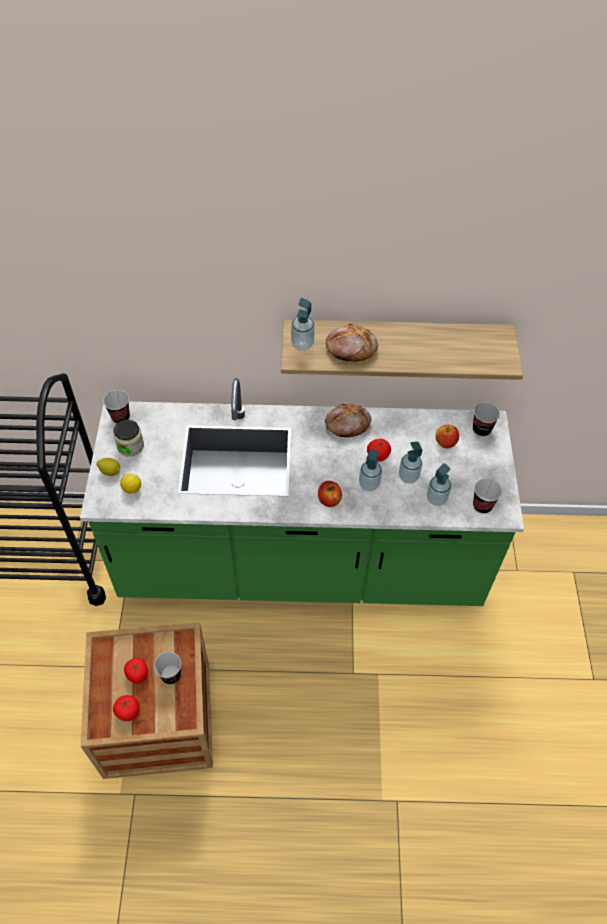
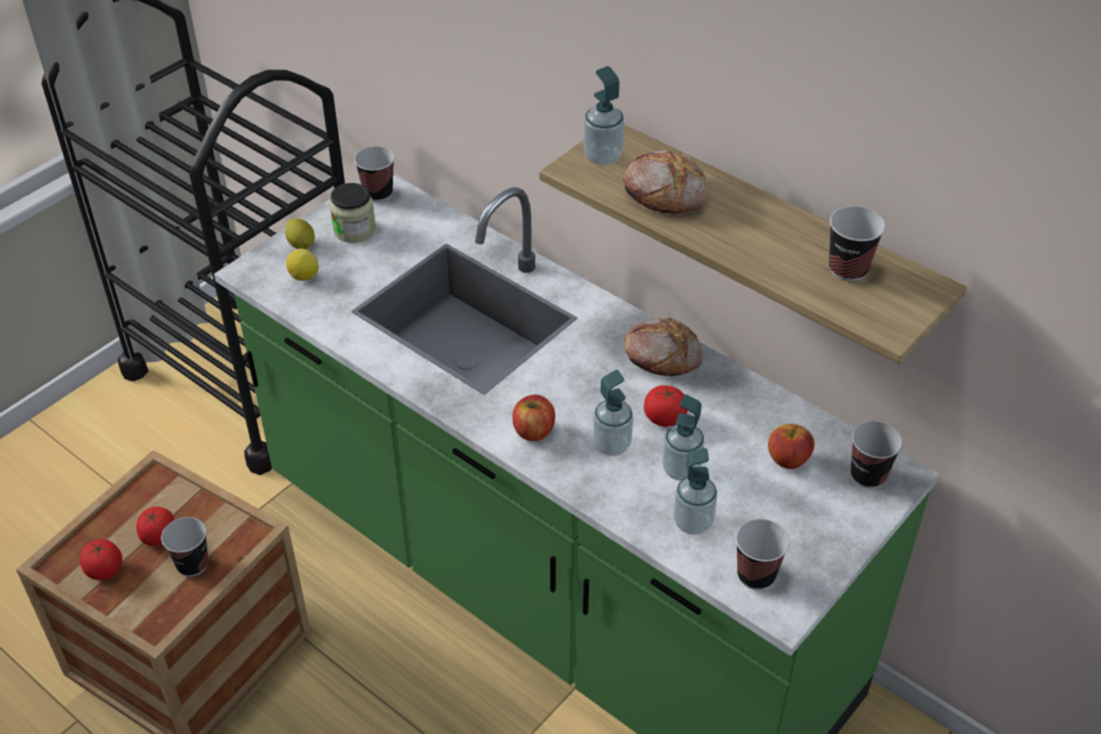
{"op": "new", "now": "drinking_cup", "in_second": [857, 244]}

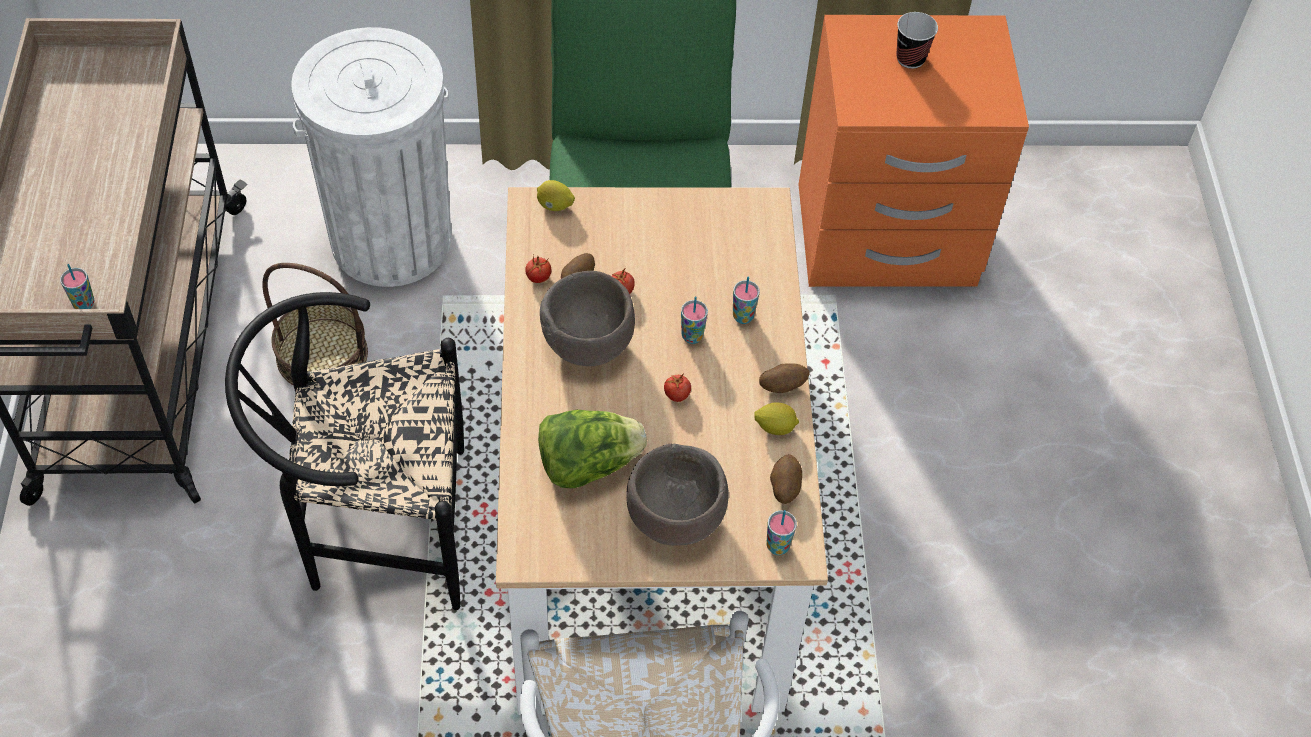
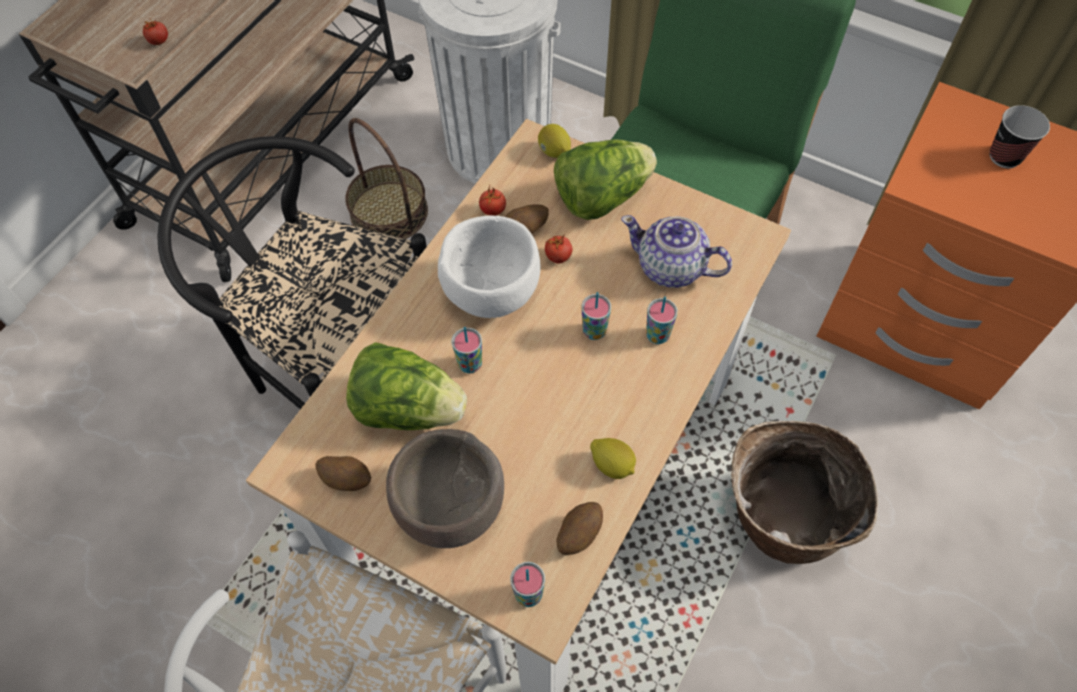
{"op": "shifted", "was": "fresh_tomato", "in_first": [677, 387], "in_second": [155, 32]}
{"op": "shifted", "was": "spud", "in_first": [784, 378], "in_second": [343, 473]}
{"op": "repainted", "was": "brown_bowl", "now": "white_bowl", "in_first": [587, 318], "in_second": [489, 266]}
{"op": "shifted", "was": "drinking_cup", "in_first": [77, 286], "in_second": [466, 350]}
{"op": "new", "now": "lettuce_head", "in_second": [605, 179]}
{"op": "new", "now": "teapot", "in_second": [676, 251]}
{"op": "new", "now": "storage_basket", "in_second": [804, 492]}

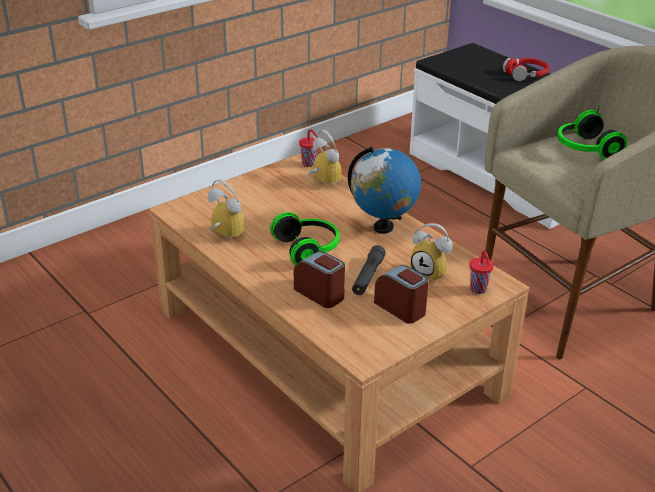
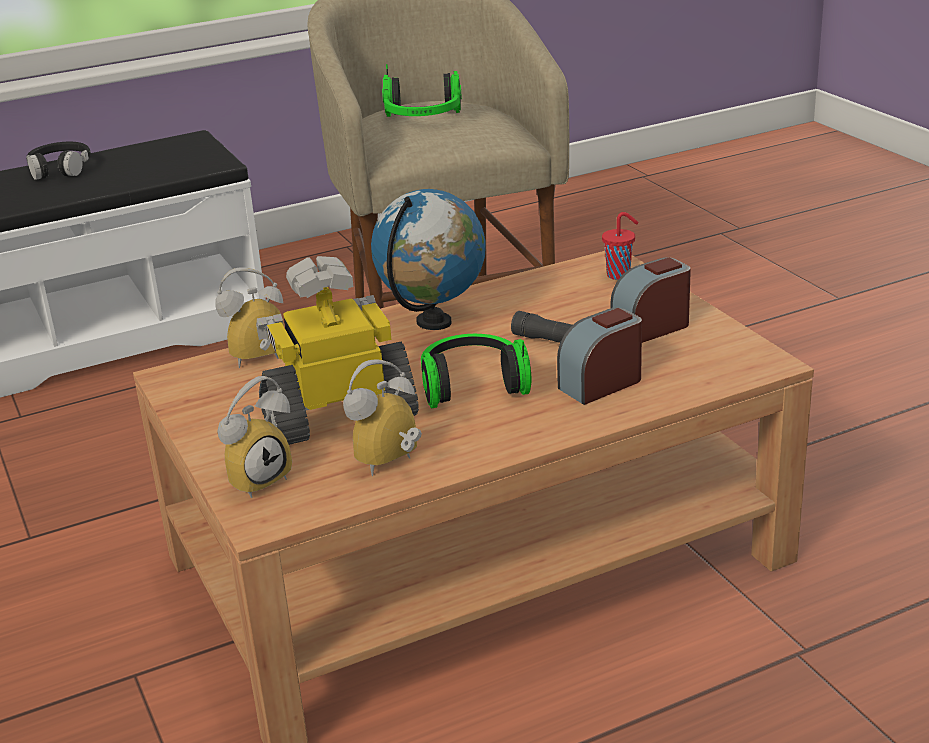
{"op": "repainted", "was": "red-coloured_headphones", "now": "blackish_headphones", "in_first": [526, 69], "in_second": [58, 161]}
{"op": "shifted", "was": "alarm_clock", "in_first": [431, 253], "in_second": [255, 437]}
{"op": "new", "now": "robot_figure", "in_second": [337, 350]}
{"op": "gone", "was": "red-coloured_drinking_cup", "in_first": [308, 148]}

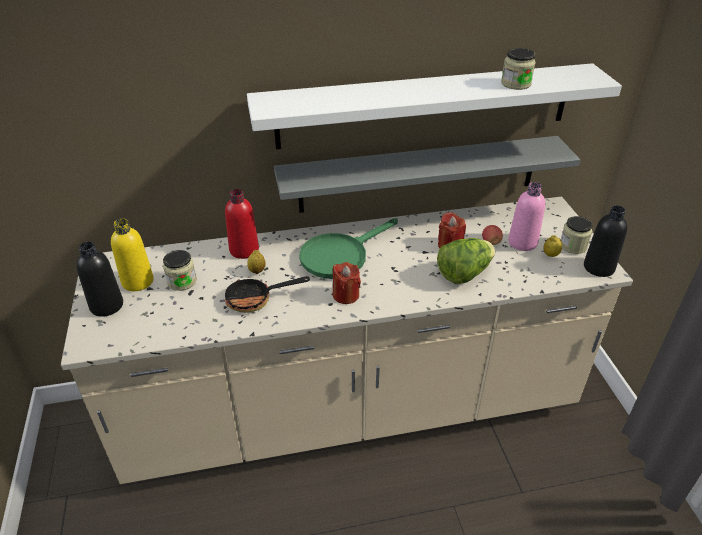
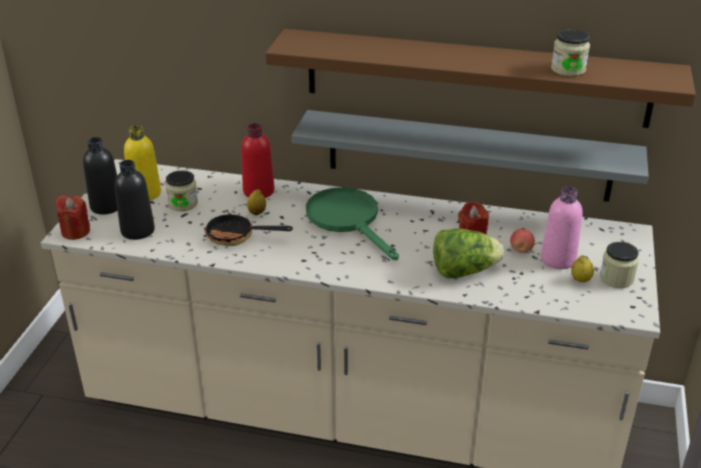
{"op": "shifted", "was": "red-coloured_wax_candle", "in_first": [347, 283], "in_second": [72, 217]}
{"op": "shifted", "was": "blackish_beverage_bottle", "in_first": [606, 241], "in_second": [135, 200]}
{"op": "repainted", "was": "white_shelf", "now": "brown_shelf", "in_first": [434, 106], "in_second": [480, 78]}
{"op": "rotated", "was": "green_pan", "in_first": [348, 248], "in_second": [352, 223], "clockwise": 75}

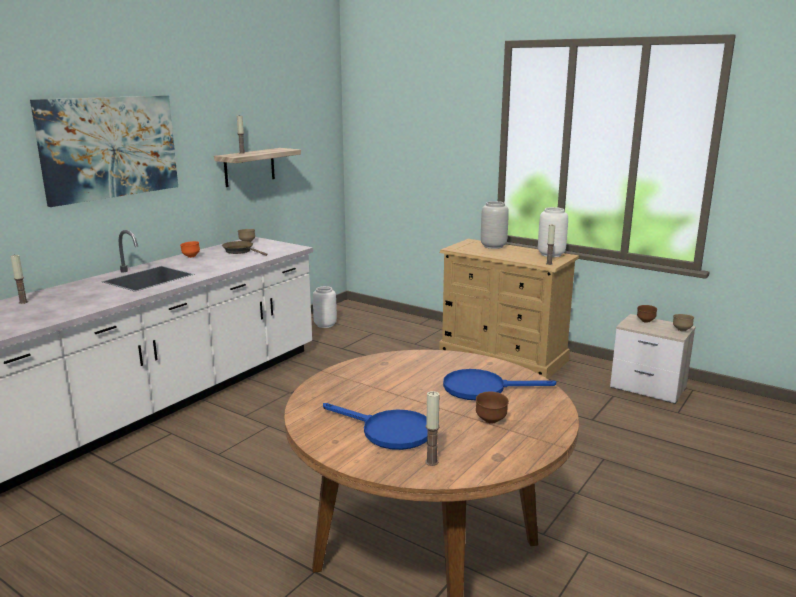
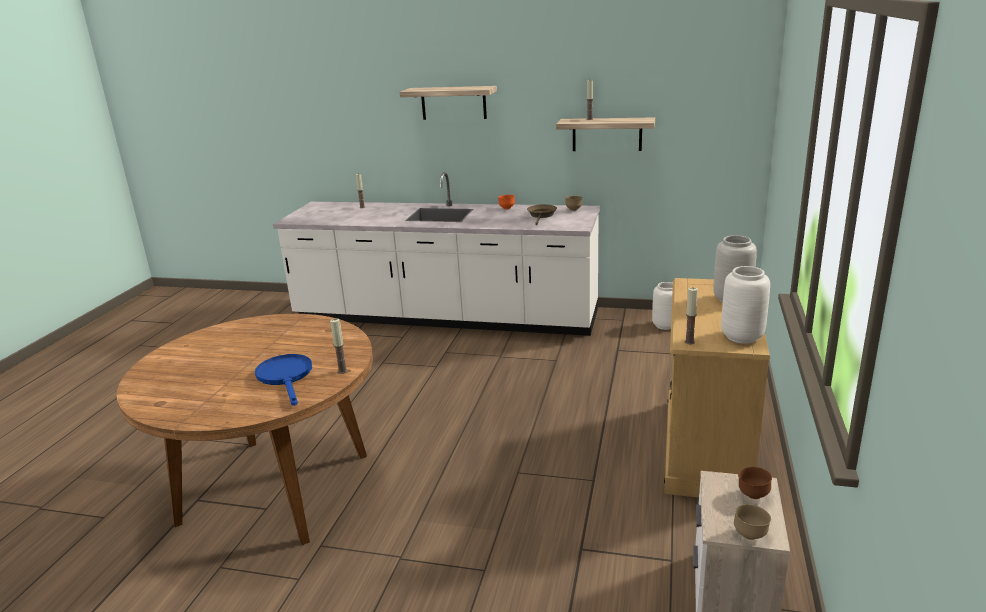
{"op": "shifted", "was": "wax_candle", "in_first": [432, 428], "in_second": [339, 346]}
{"op": "swapped", "was": "wall_picture", "now": "shelf", "in_first": [104, 151], "in_second": [448, 103]}
{"op": "gone", "was": "bluish_pan", "in_first": [375, 426]}
{"op": "gone", "was": "brown_bowl", "in_first": [492, 408]}

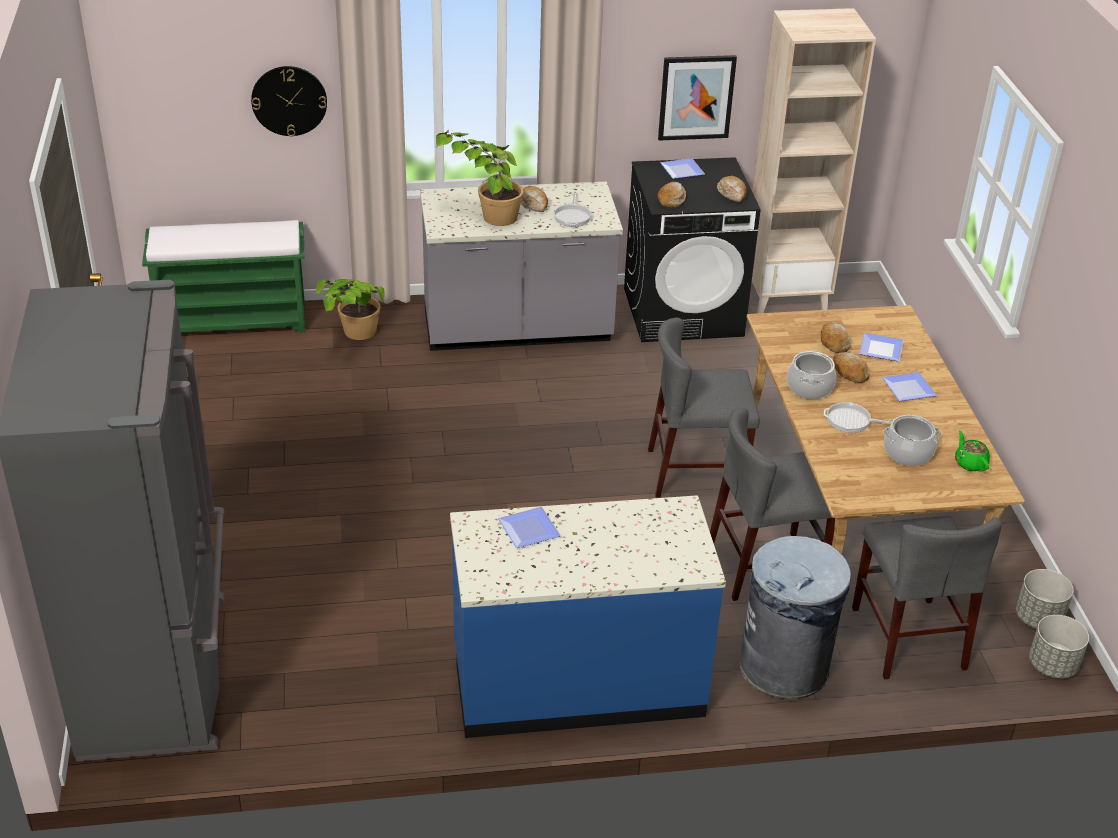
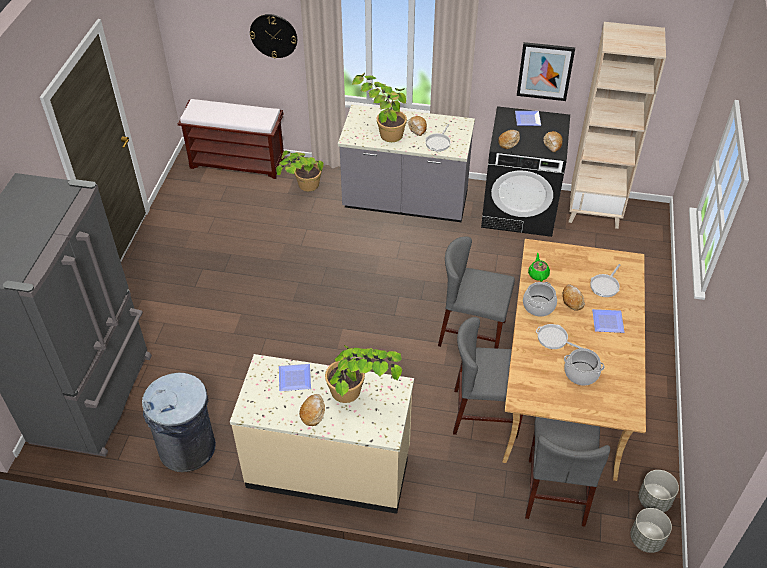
{"op": "shifted", "was": "greyish_rubbish_bin", "in_first": [795, 617], "in_second": [179, 422]}
{"op": "repainted", "was": "green_indoor_bench", "now": "brown_indoor_bench", "in_first": [223, 276], "in_second": [231, 139]}
{"op": "repainted", "was": "bluish_kitchen_counter", "now": "sand-coloured_kitchen_counter", "in_first": [588, 616], "in_second": [322, 434]}
{"op": "shifted", "was": "bakery_bread", "in_first": [836, 337], "in_second": [312, 410]}
{"op": "new", "now": "houseplant", "in_second": [363, 374]}
{"op": "shifted", "was": "green_teapot", "in_first": [972, 450], "in_second": [539, 267]}
{"op": "swapped", "was": "flat_dish", "now": "pan", "in_first": [881, 347], "in_second": [605, 280]}

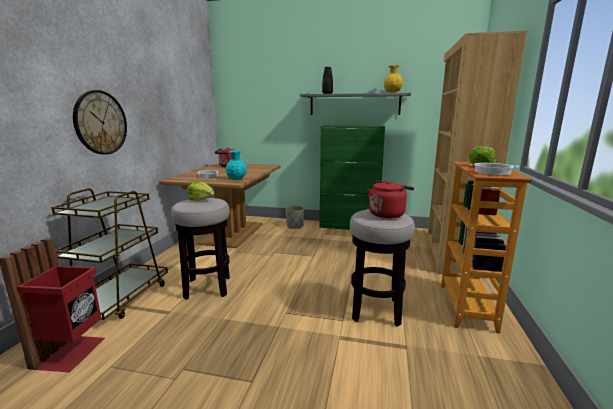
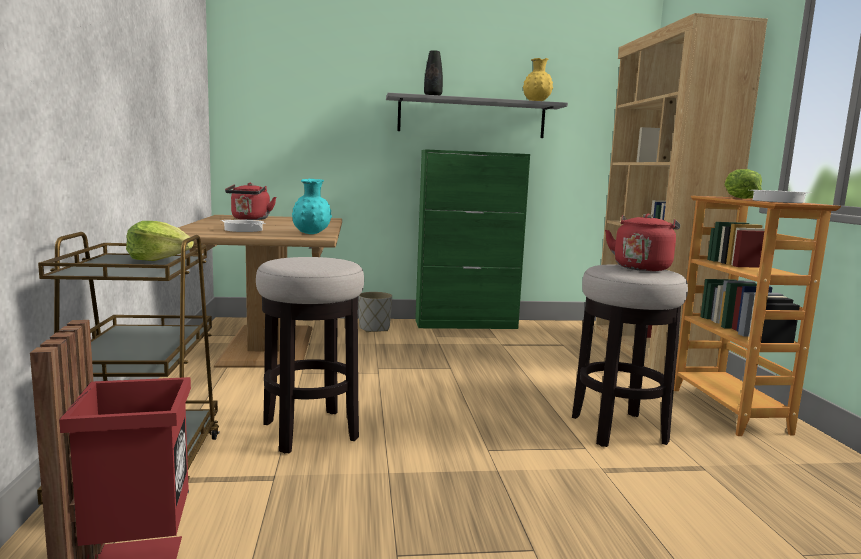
{"op": "shifted", "was": "lettuce_head", "in_first": [200, 191], "in_second": [160, 241]}
{"op": "gone", "was": "hanging_clock", "in_first": [100, 122]}

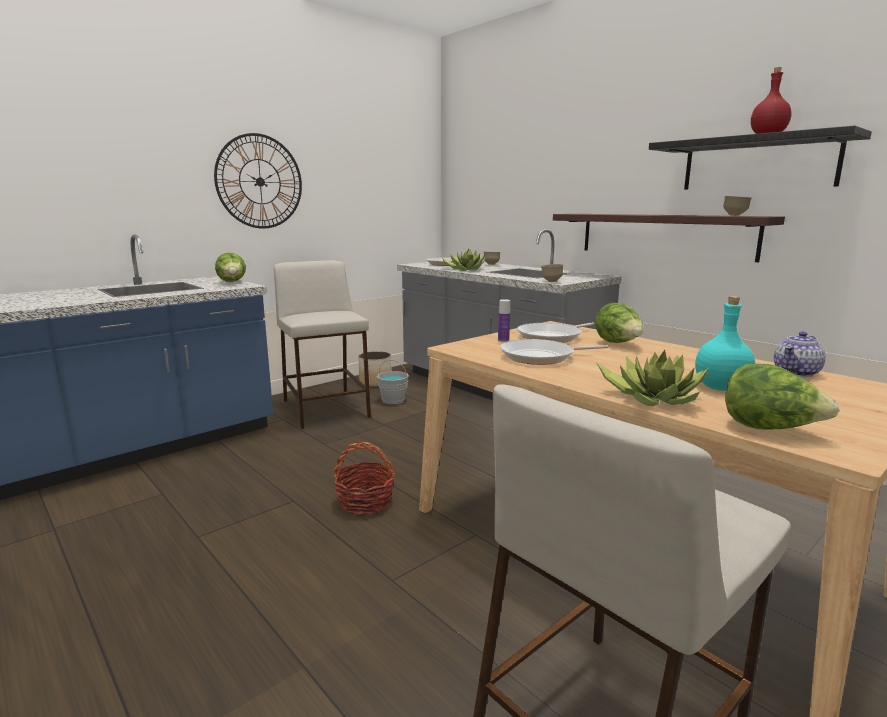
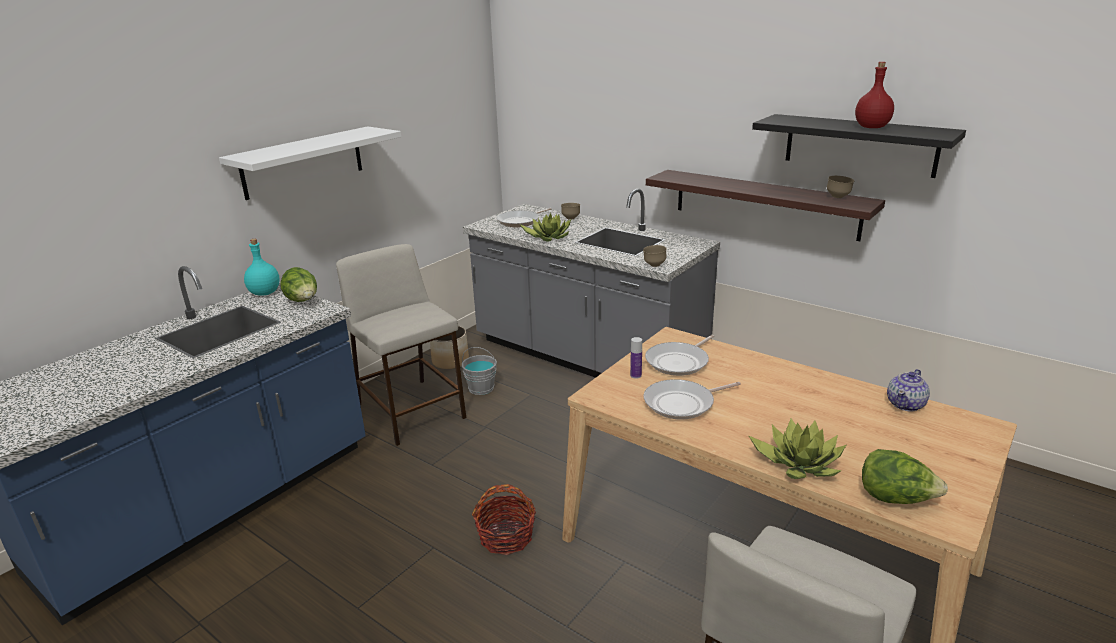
{"op": "swapped", "was": "hanging_clock", "now": "white_shelf", "in_first": [258, 181], "in_second": [310, 163]}
{"op": "shifted", "was": "turquoise-coloured_beverage_bottle", "in_first": [725, 343], "in_second": [262, 267]}
{"op": "gone", "was": "lettuce_head", "in_first": [619, 323]}

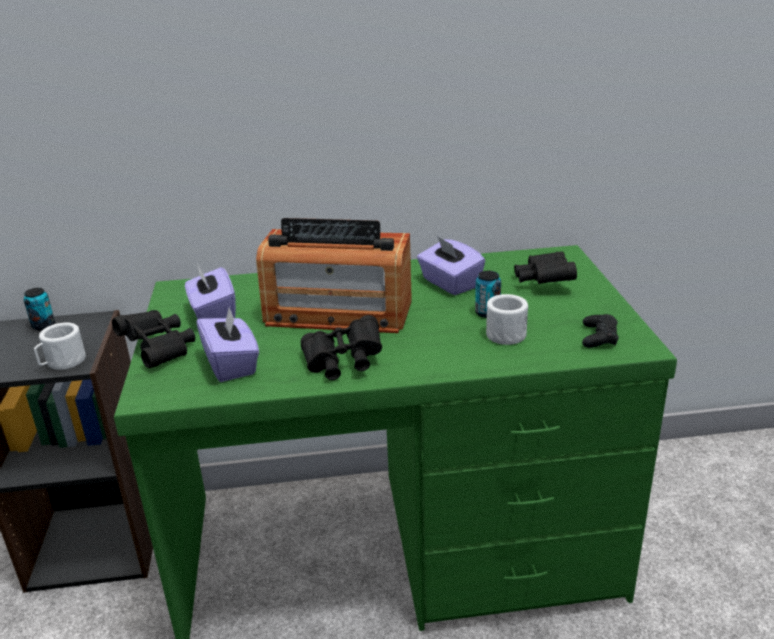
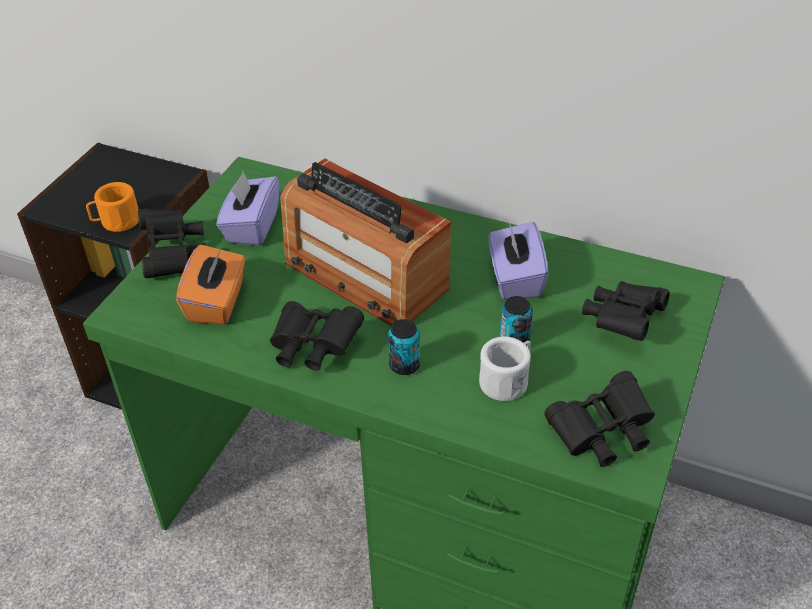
{"op": "repainted", "was": "white_mug", "now": "orangey_mug", "in_first": [60, 346], "in_second": [112, 207]}
{"op": "repainted", "was": "purplish_box_of_tissues", "now": "orangey_box_of_tissues", "in_first": [227, 344], "in_second": [210, 284]}
{"op": "shifted", "was": "sealed_can", "in_first": [39, 309], "in_second": [404, 347]}
{"op": "swapped", "was": "blackish_gamepad", "now": "blackish_field_glasses", "in_first": [600, 331], "in_second": [599, 419]}

